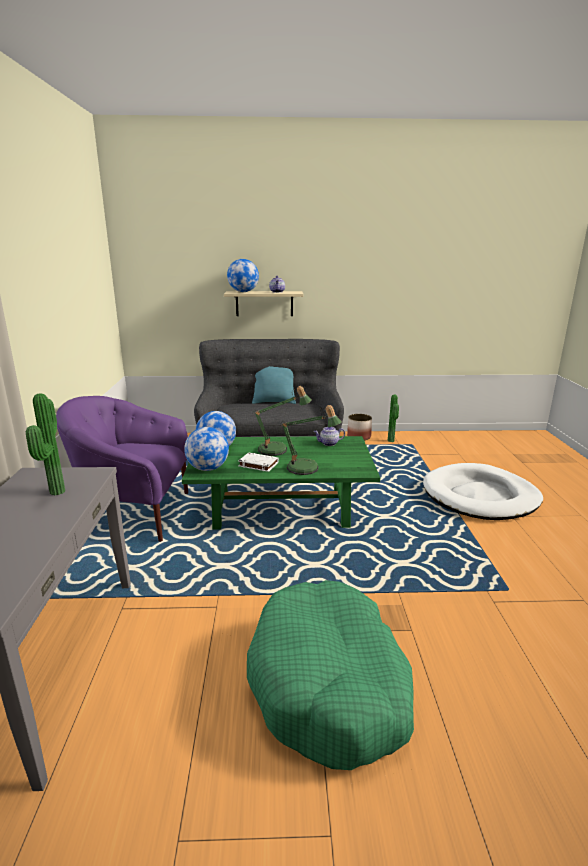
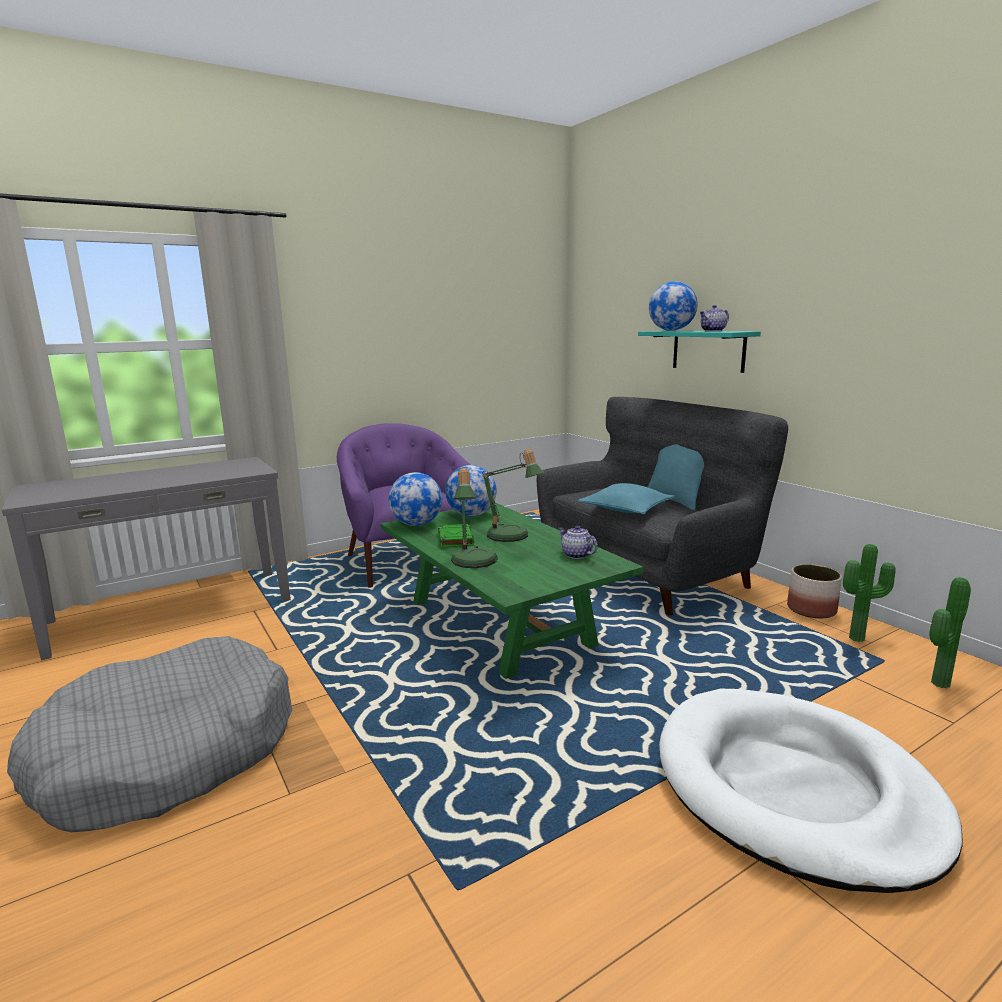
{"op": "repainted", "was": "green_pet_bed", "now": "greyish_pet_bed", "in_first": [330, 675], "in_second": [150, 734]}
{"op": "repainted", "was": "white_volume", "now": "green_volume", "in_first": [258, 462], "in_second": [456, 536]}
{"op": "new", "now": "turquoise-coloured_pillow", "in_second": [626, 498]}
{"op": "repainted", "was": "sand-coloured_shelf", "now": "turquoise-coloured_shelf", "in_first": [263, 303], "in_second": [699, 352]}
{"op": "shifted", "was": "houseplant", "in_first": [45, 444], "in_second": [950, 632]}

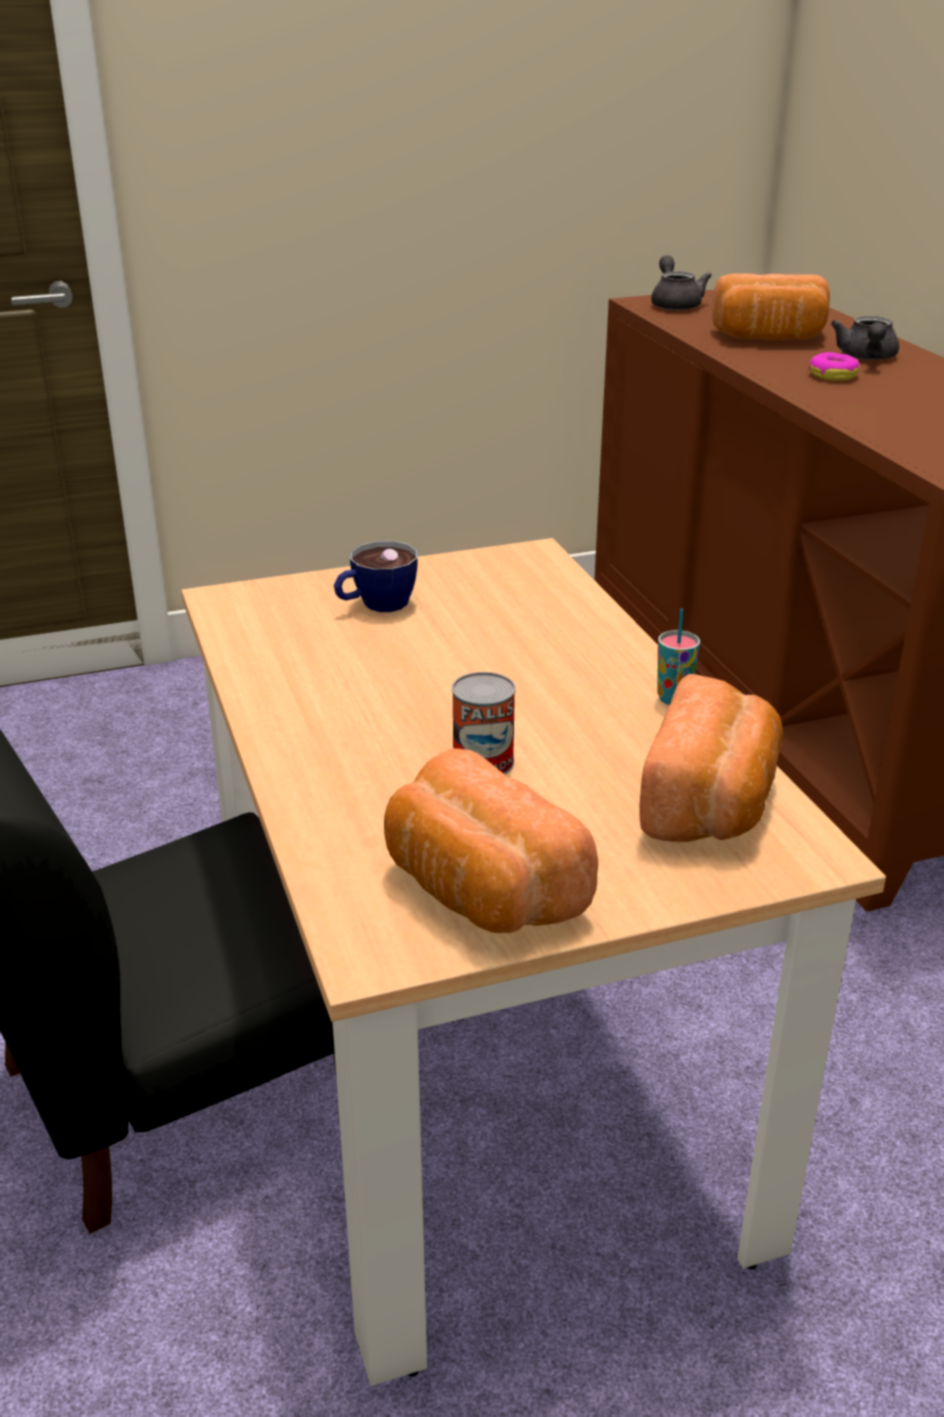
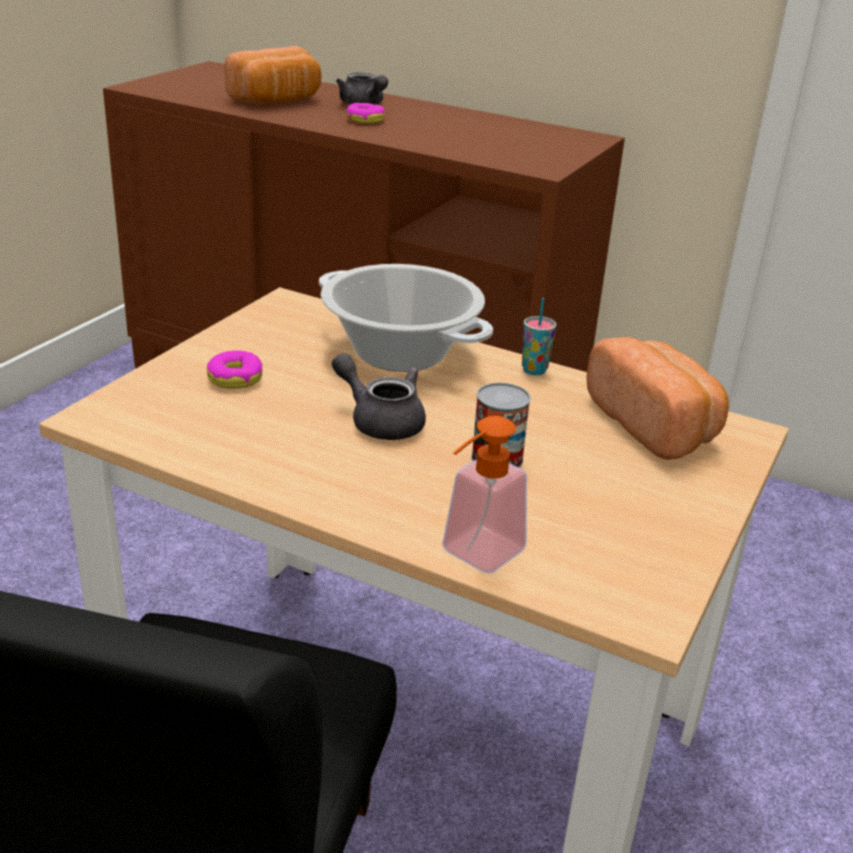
{"op": "swapped", "was": "drinking_cup", "now": "donut", "in_first": [376, 576], "in_second": [235, 369]}
{"op": "new", "now": "stockpot", "in_second": [406, 318]}
{"op": "shifted", "was": "greyish_teapot", "in_first": [681, 282], "in_second": [379, 396]}
{"op": "new", "now": "soap_dispenser", "in_second": [484, 495]}
{"op": "gone", "was": "bakery_bread", "in_first": [491, 840]}

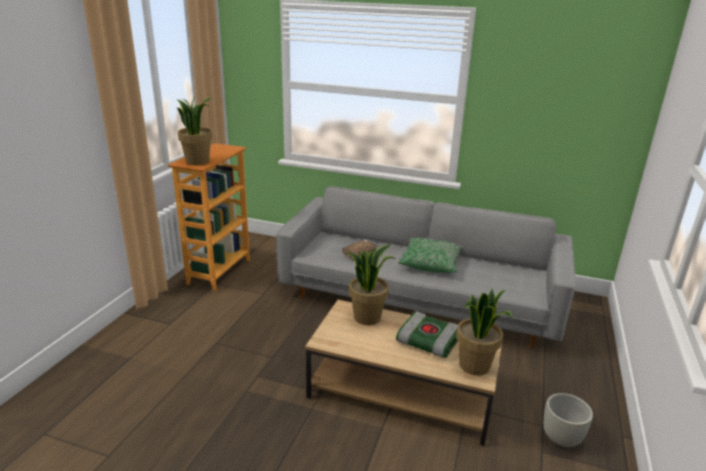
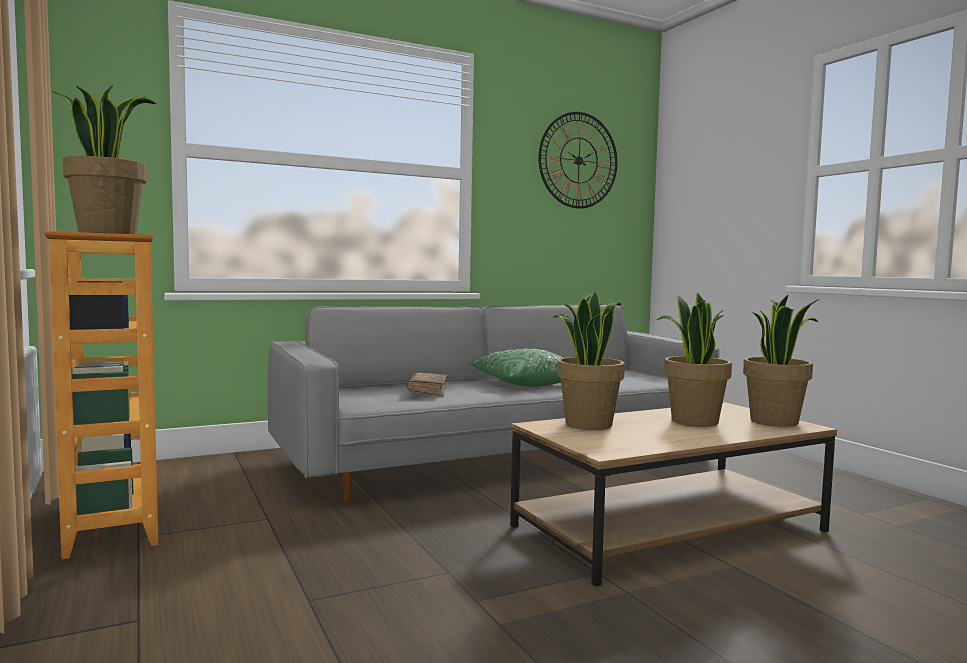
{"op": "new", "now": "hanging_clock", "in_second": [577, 160]}
{"op": "swapped", "was": "volume", "now": "houseplant", "in_first": [427, 335], "in_second": [694, 359]}
{"op": "gone", "was": "greyish_planter", "in_first": [568, 420]}

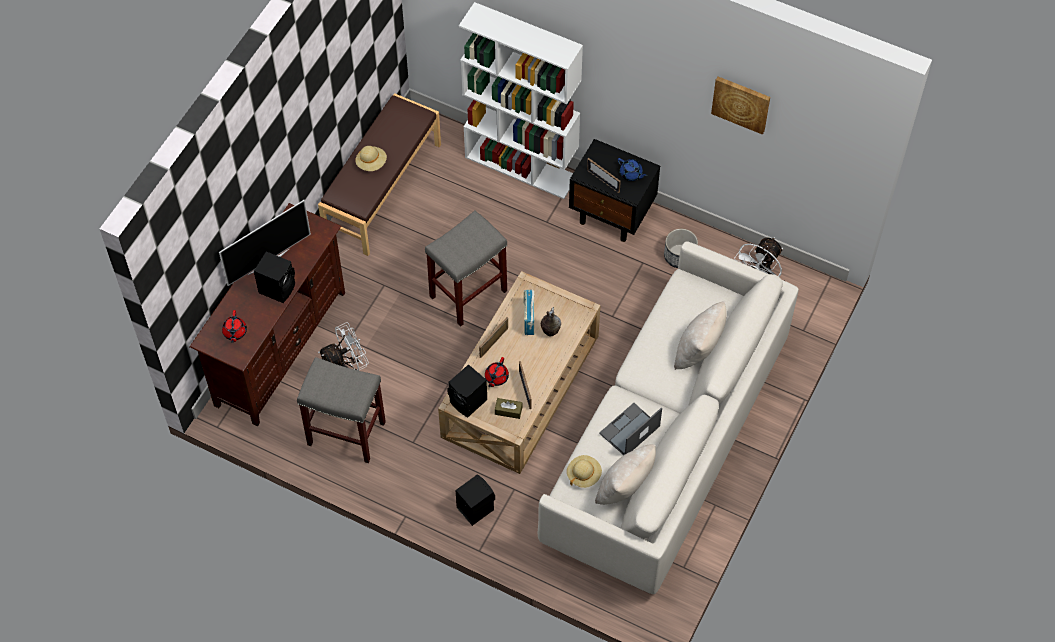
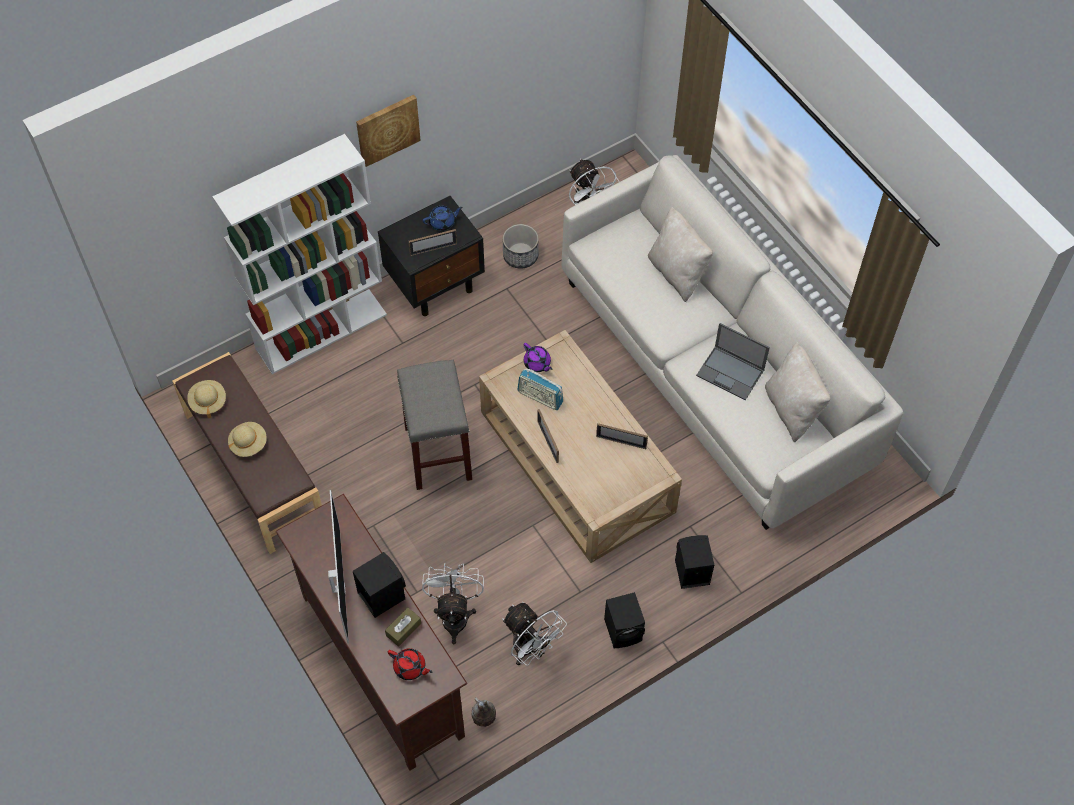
{"op": "shifted", "was": "sand-coloured_clothing_hat", "in_first": [584, 471], "in_second": [206, 399]}
{"op": "shifted", "was": "wall_picture", "in_first": [740, 105], "in_second": [388, 131]}
{"op": "shifted", "was": "brown_box_of_tissues", "in_first": [508, 408], "in_second": [403, 627]}
{"op": "shifted", "was": "flower_vase", "in_first": [551, 321], "in_second": [483, 712]}
{"op": "swapped", "was": "greyish_stool_seat", "now": "white_cooling_fan", "in_first": [341, 410], "in_second": [534, 634]}
{"op": "new", "now": "purplish_teapot", "in_second": [538, 357]}
{"op": "shifted", "was": "blackish_audio_speaker", "in_first": [467, 390], "in_second": [624, 620]}
{"op": "rotated", "was": "portable_computer", "in_first": [630, 429], "in_second": [733, 361], "clockwise": -45}
{"op": "gone", "was": "red-coloured_teapot", "in_first": [497, 372]}

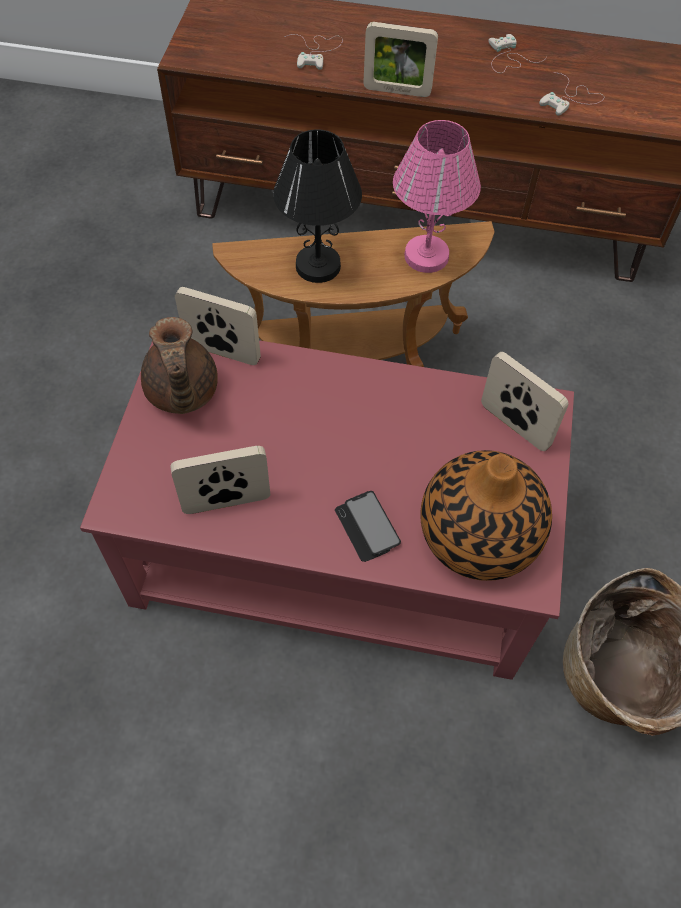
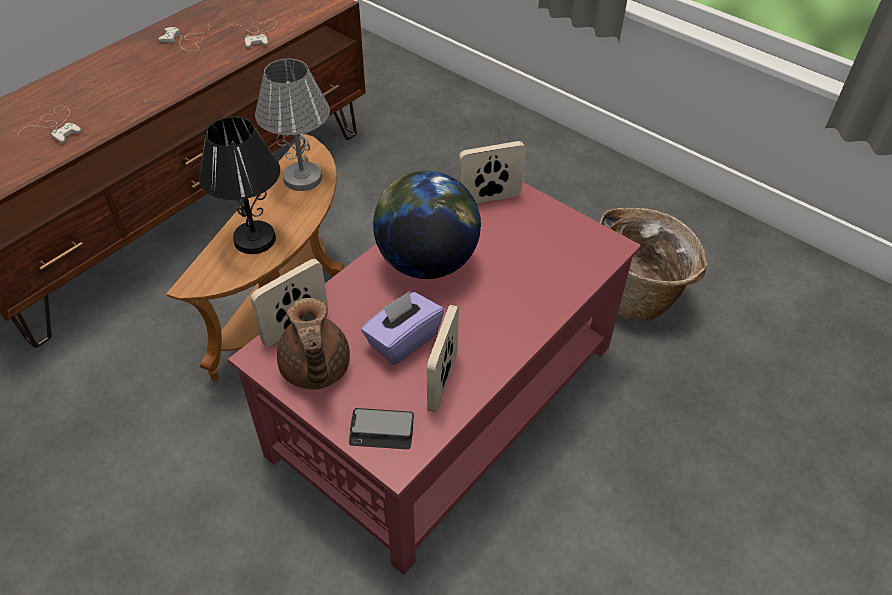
{"op": "repainted", "was": "pinkish_table_lamp", "now": "greyish_table_lamp", "in_first": [437, 196], "in_second": [292, 125]}
{"op": "rotated", "was": "brown_teapot", "in_first": [179, 365], "in_second": [313, 344], "clockwise": 60}
{"op": "shifted", "was": "phone", "in_first": [368, 526], "in_second": [381, 428]}
{"op": "new", "now": "purplish_box_of_tissues", "in_second": [402, 328]}
{"op": "new", "now": "desk_globe", "in_second": [427, 225]}
{"op": "gone", "was": "standing_frame", "in_first": [400, 59]}
{"op": "gone", "was": "flower_vase", "in_first": [486, 515]}

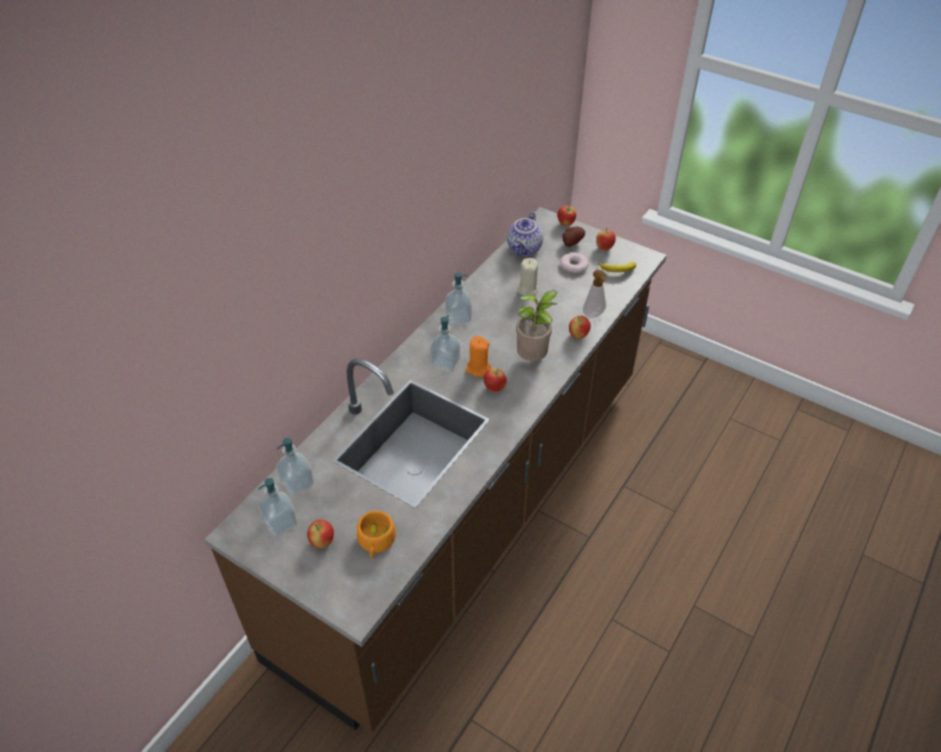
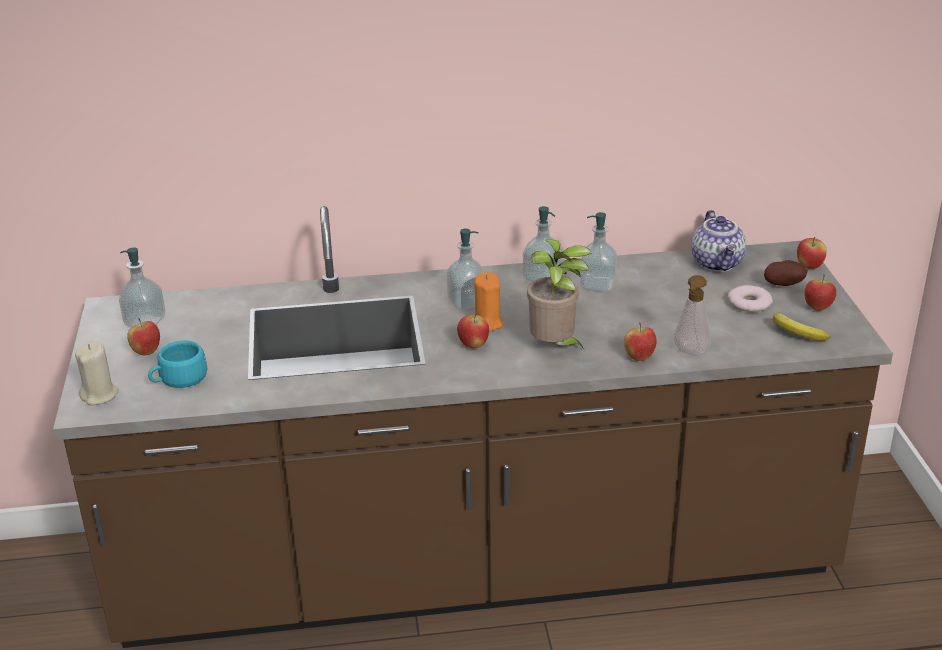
{"op": "shifted", "was": "sand-coloured_wax_candle", "in_first": [527, 277], "in_second": [97, 373]}
{"op": "repainted", "was": "orangey_drinking_cup", "now": "turquoise-coloured_drinking_cup", "in_first": [376, 534], "in_second": [177, 364]}
{"op": "shifted", "was": "soap_dispenser", "in_first": [295, 466], "in_second": [598, 252]}
{"op": "rotated", "was": "teapot", "in_first": [525, 234], "in_second": [719, 241], "clockwise": -75}

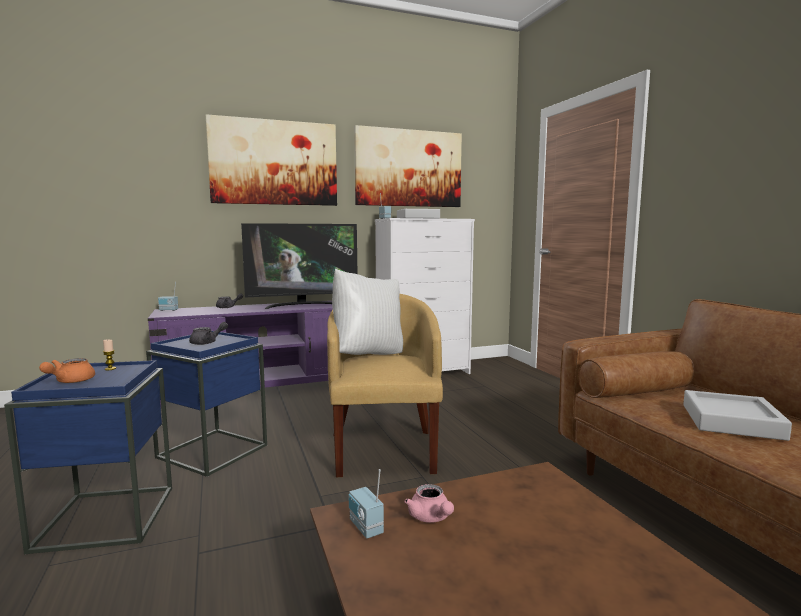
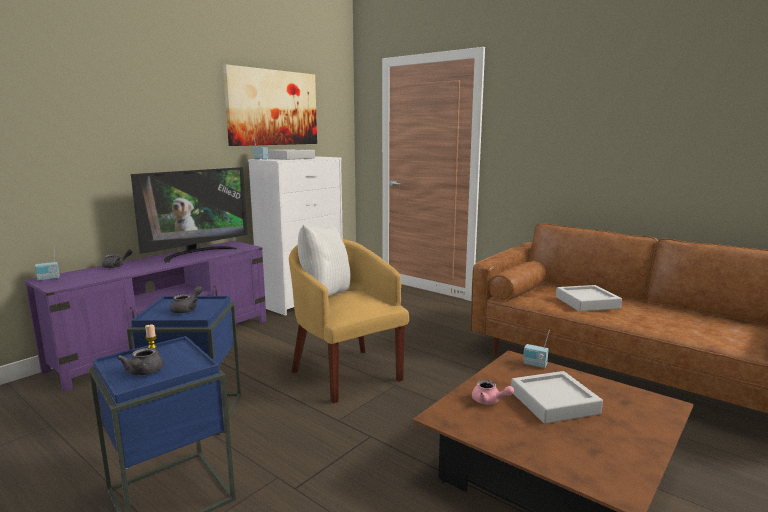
{"op": "repainted", "was": "orangey_teapot", "now": "greyish_teapot", "in_first": [67, 370], "in_second": [140, 362]}
{"op": "new", "now": "greyish_serving_tray", "in_second": [557, 397]}
{"op": "shifted", "was": "radio_receiver", "in_first": [366, 504], "in_second": [536, 348]}
{"op": "gone", "was": "wall_picture", "in_first": [271, 160]}

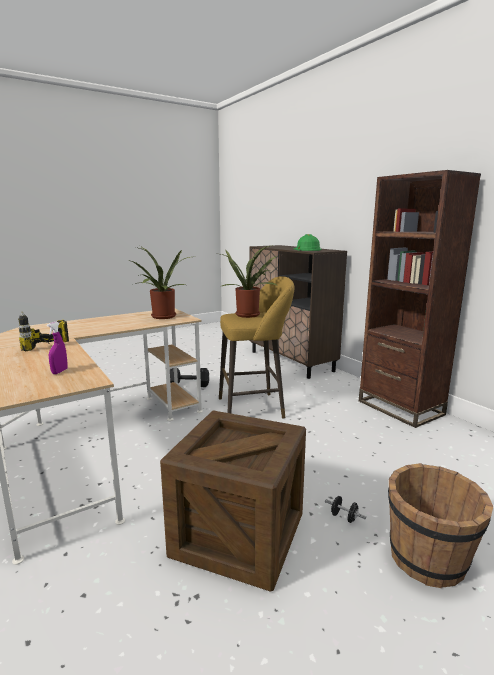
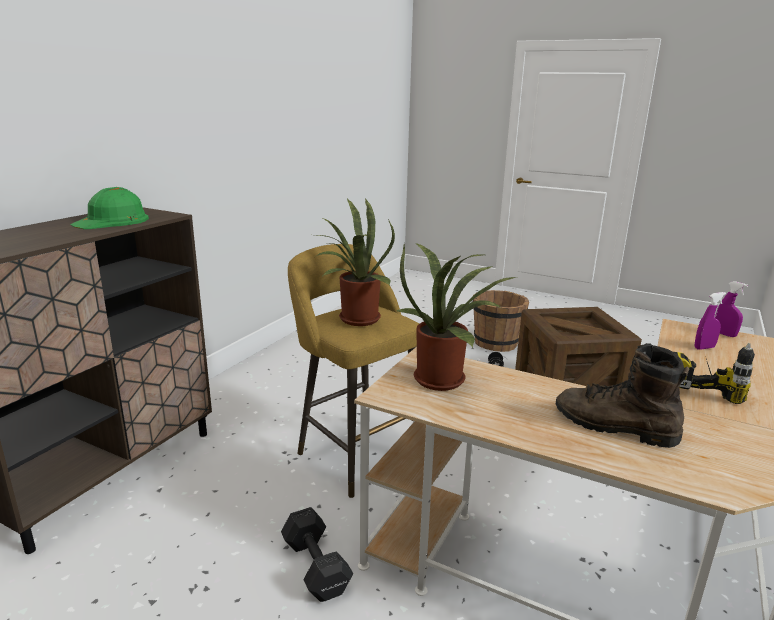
{"op": "new", "now": "brown_tall_boot", "in_second": [622, 395]}
{"op": "new", "now": "purplish_sprayer", "in_second": [731, 309]}
{"op": "gone", "was": "brown_bookcase", "in_first": [420, 299]}

